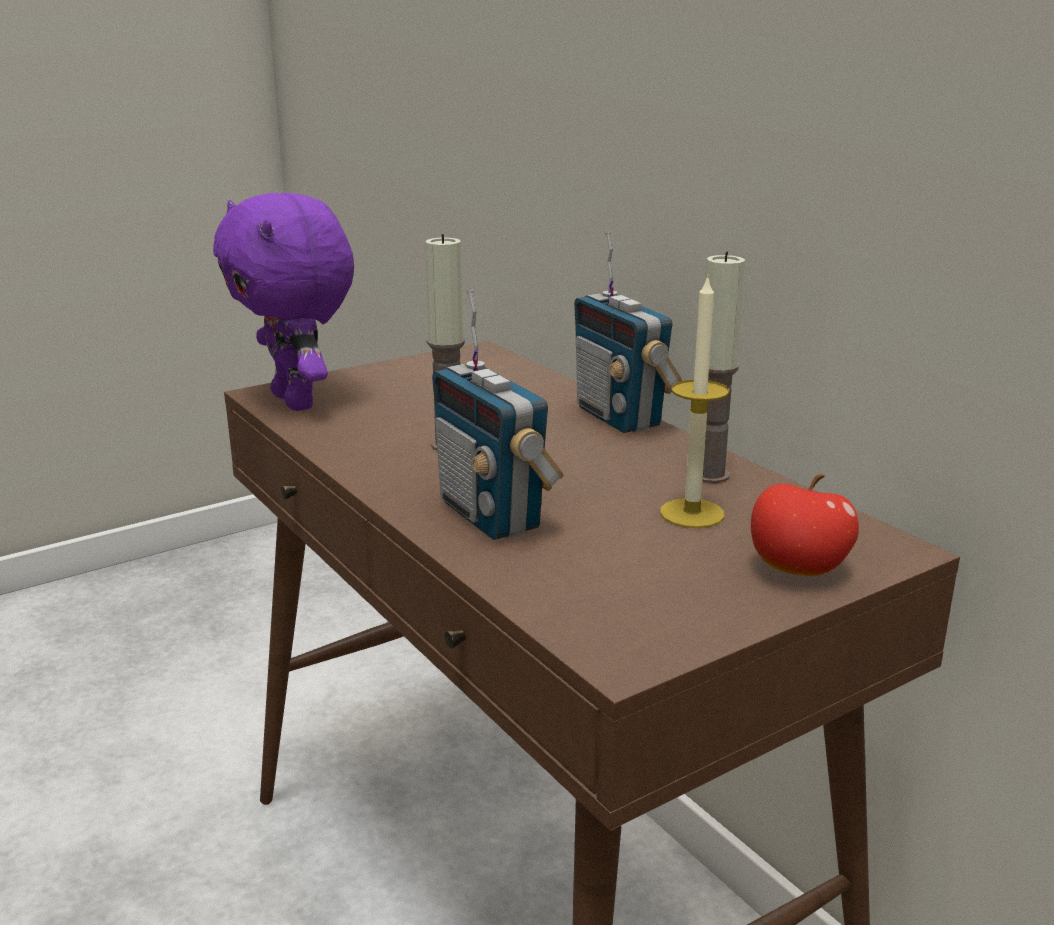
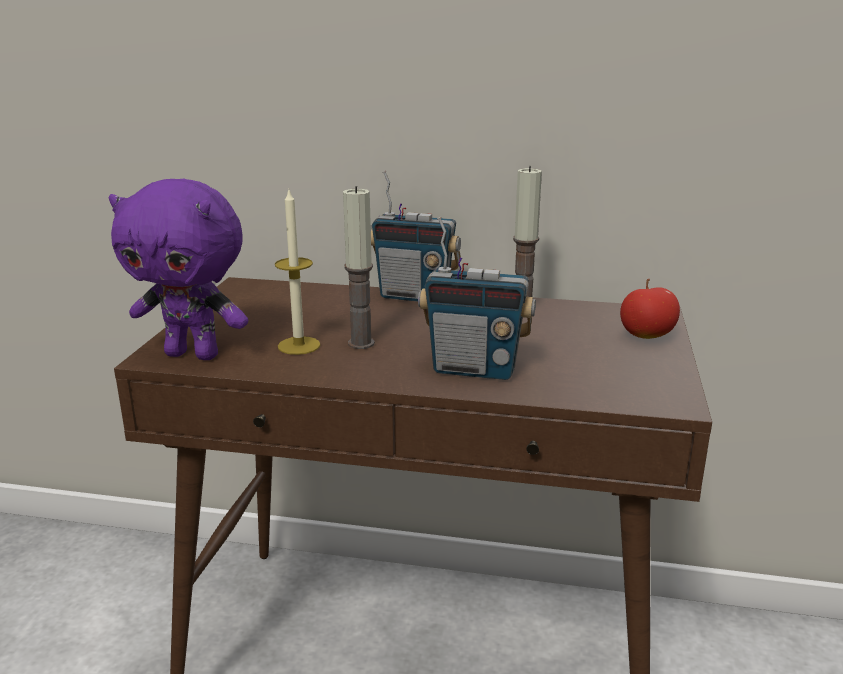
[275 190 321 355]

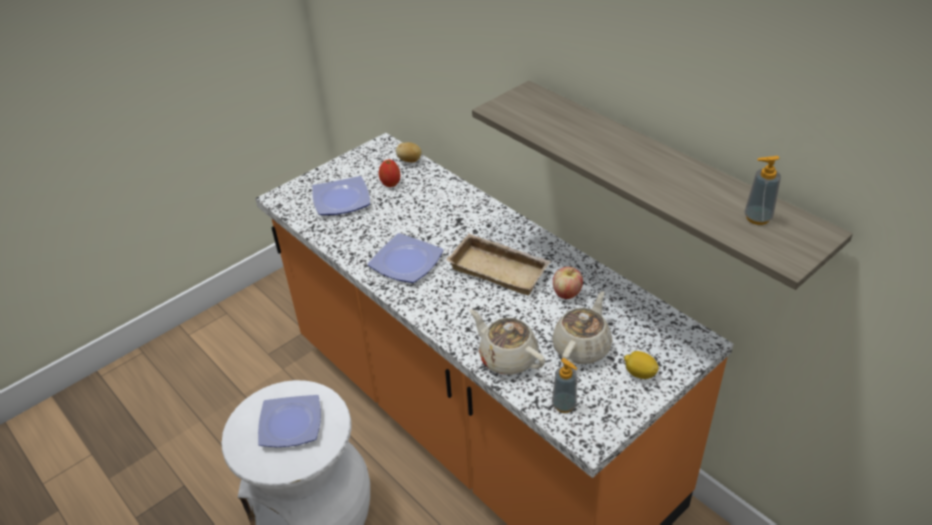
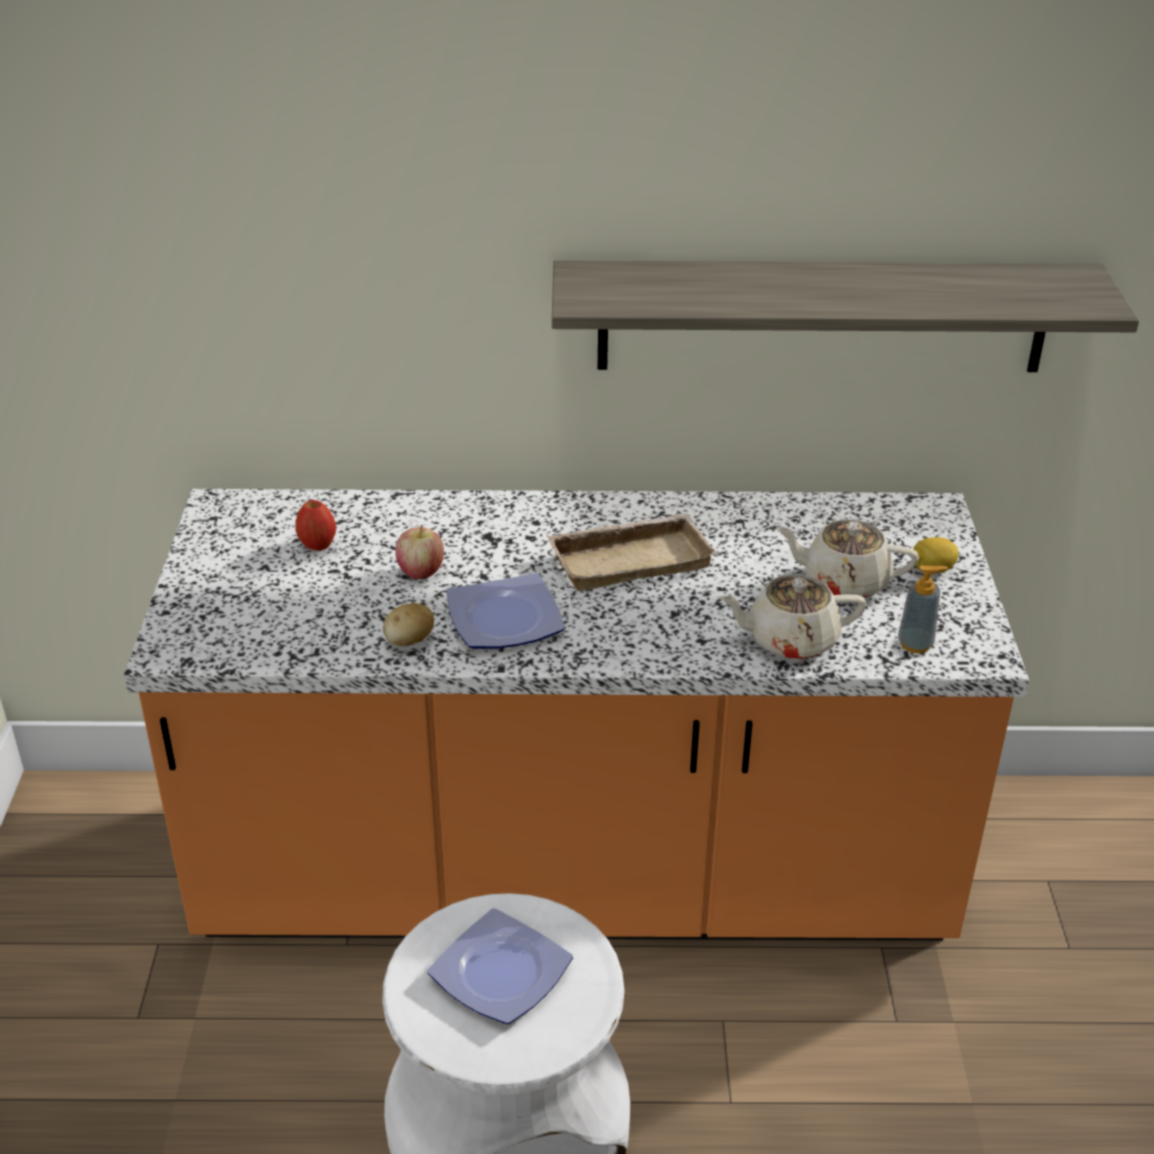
[312 176 370 215] (first image)
[383 603 434 646]
[776 519 919 598]
[395 525 444 579]
[744 156 781 225] (first image)

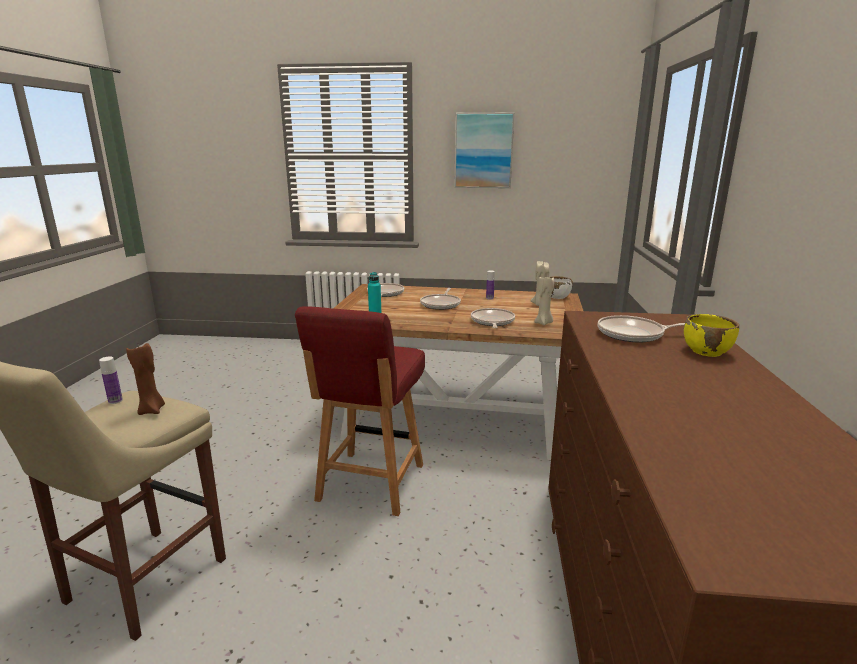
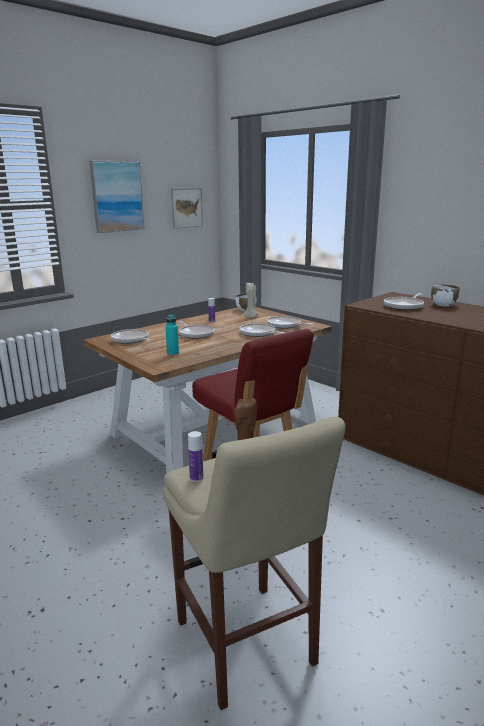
[267 316 314 329]
[431 284 460 307]
[171 188 203 229]

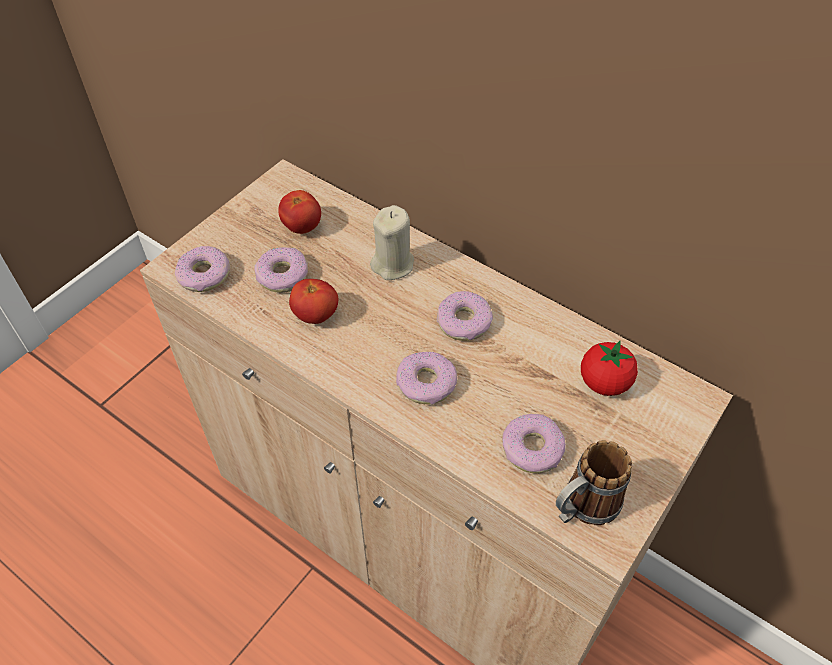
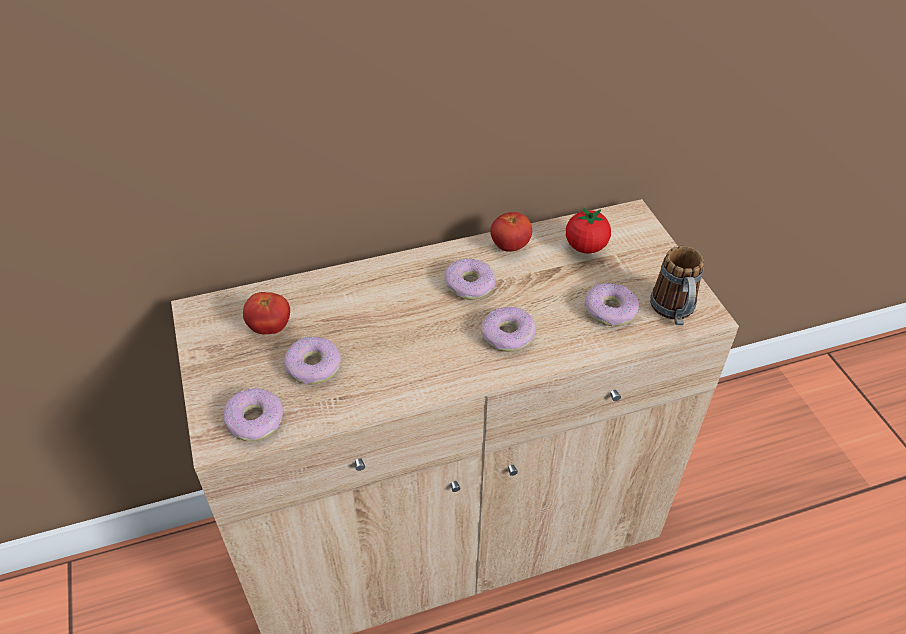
[490 212 532 252]
[370 205 414 280] (first image)

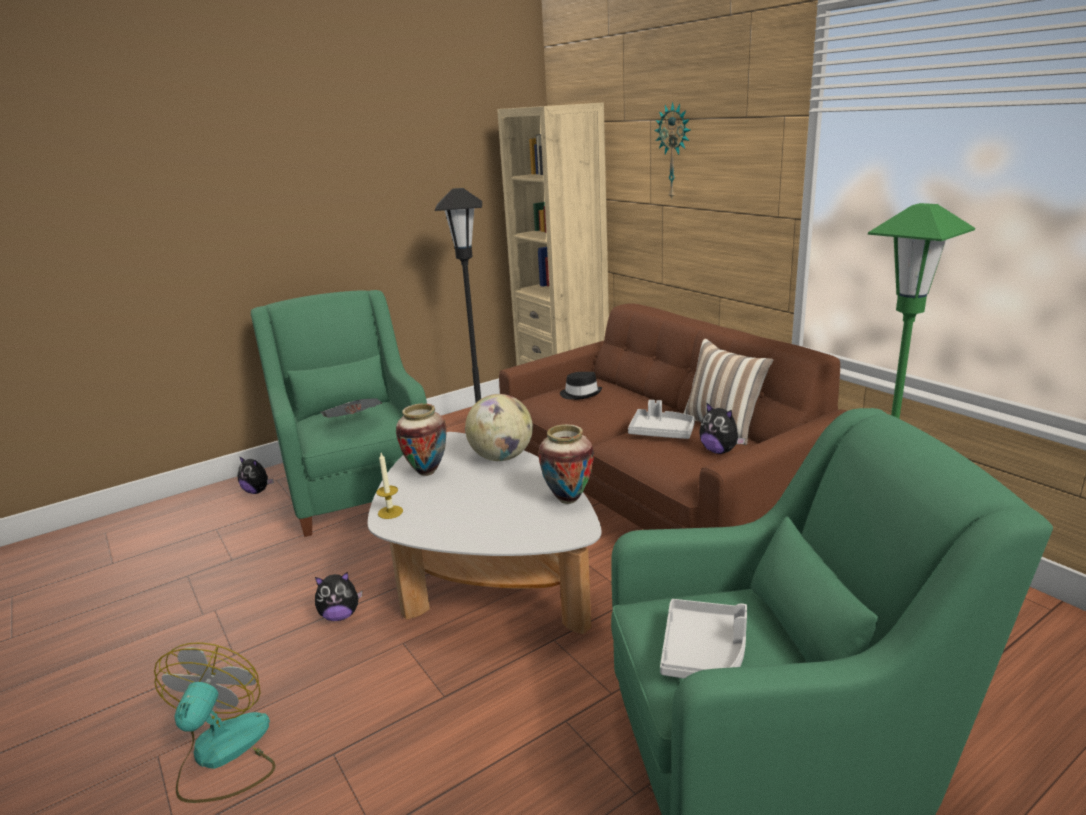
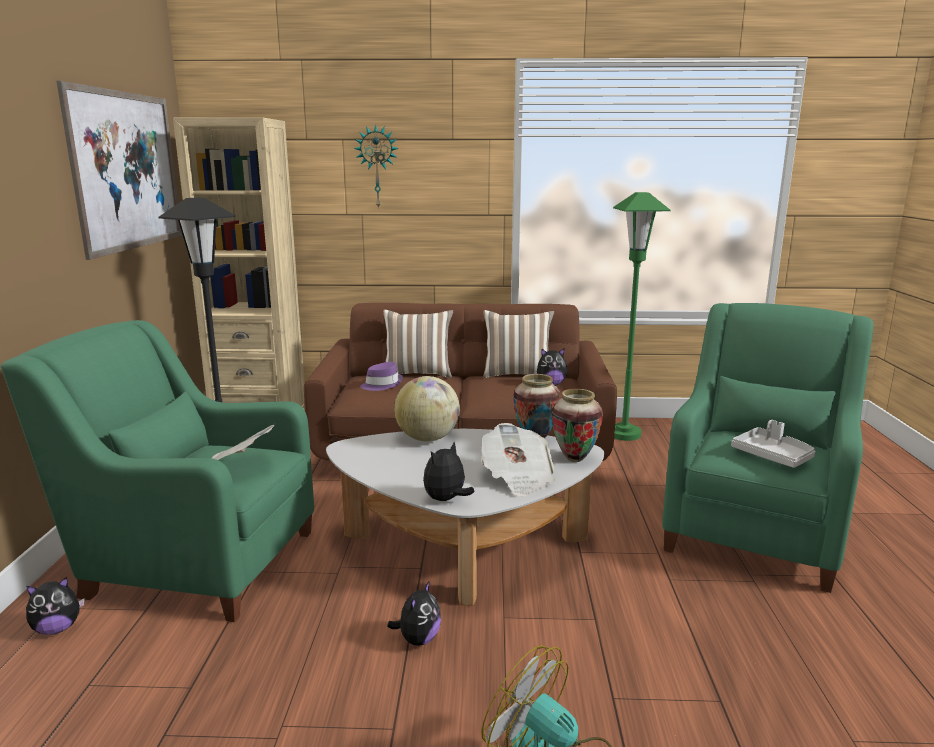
[423 441 474 501]
[552 389 603 462]
[360 362 403 391]
[628 400 695 439] (first image)
[56 81 182 260]
[383 309 453 378]
[481 423 555 497]

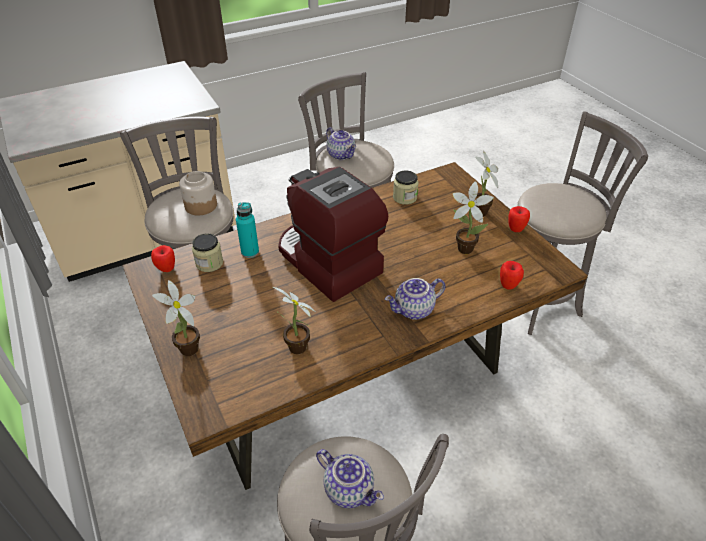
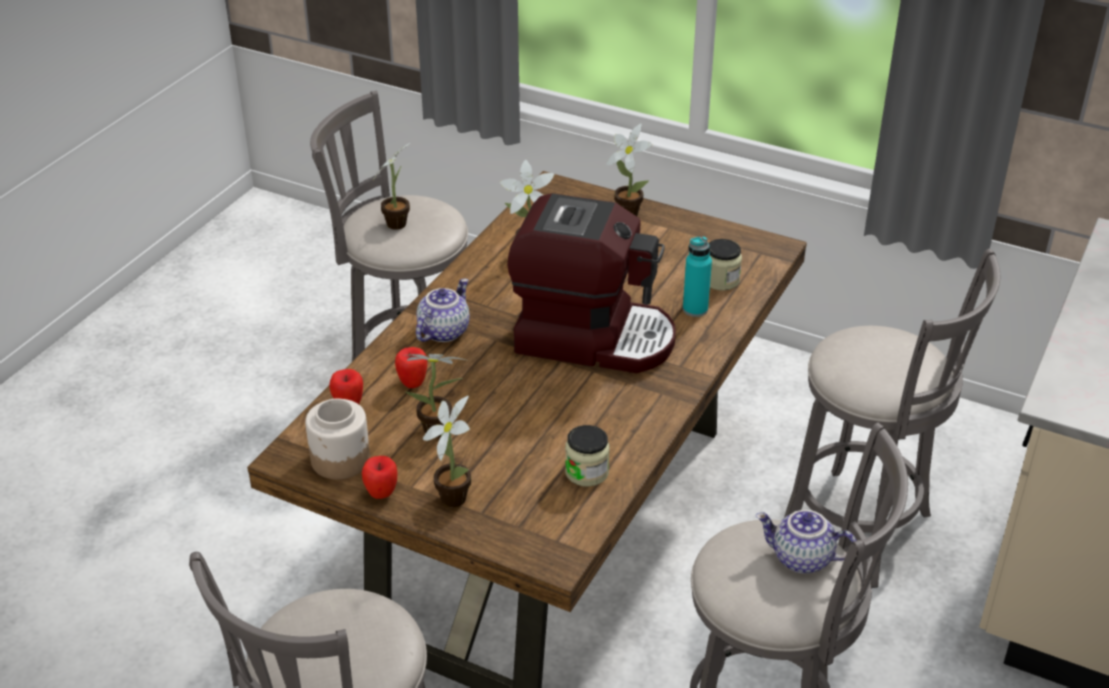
[395 347 427 388]
[305 399 370 479]
[373 143 410 230]

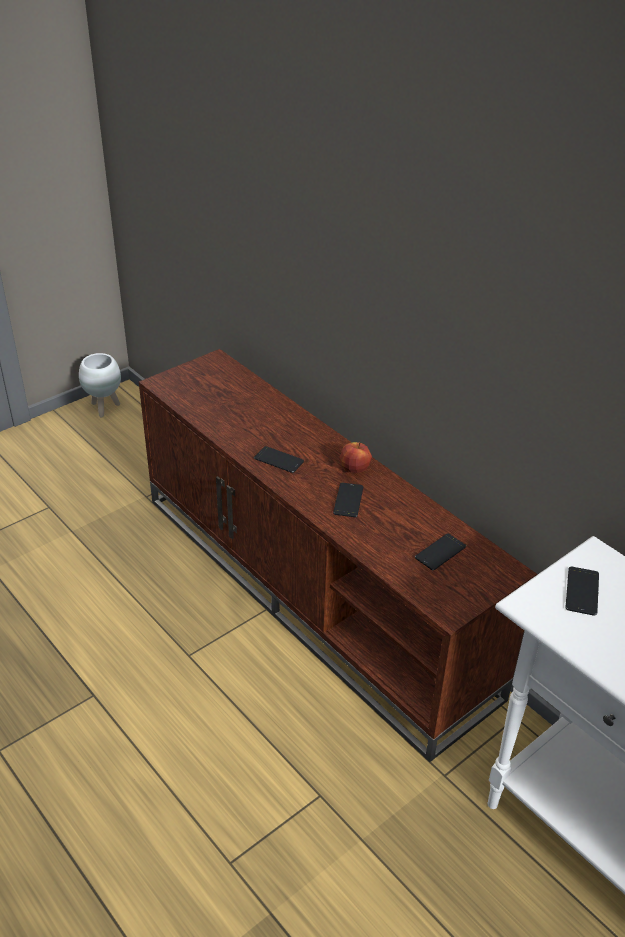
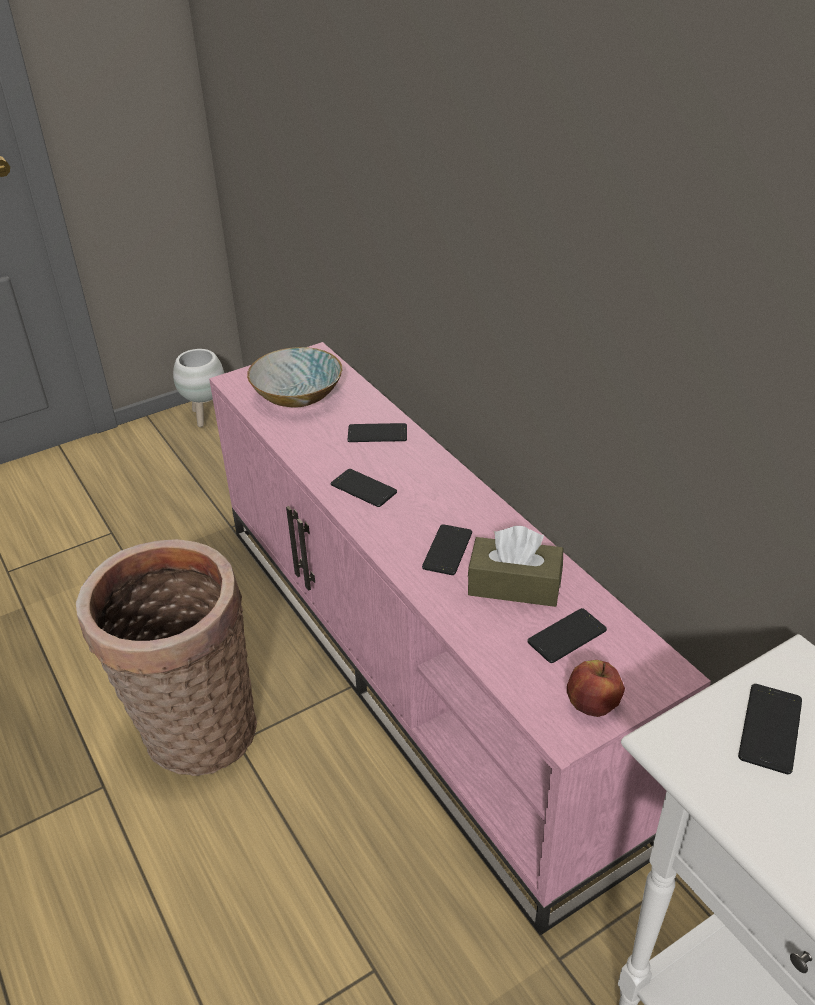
[209 342 711 935]
[567 660 625 717]
[76 539 257 776]
[247 347 342 408]
[348 423 407 442]
[468 526 563 607]

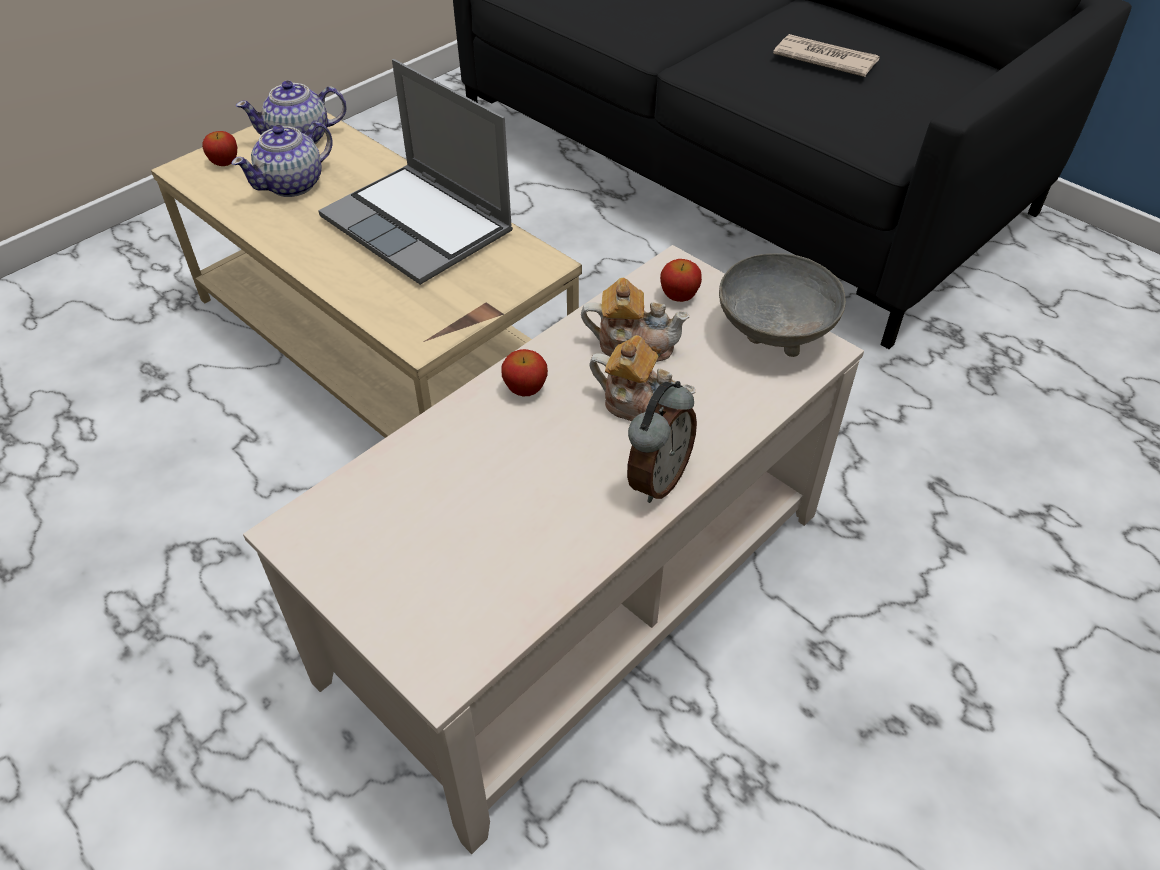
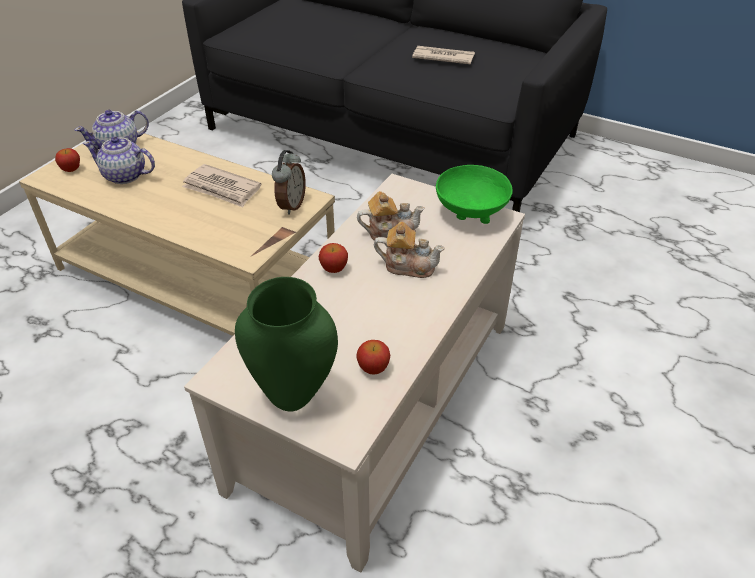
[83 137 155 184]
[182 164 261 207]
[272 150 306 215]
[356 340 390 374]
[436 165 513 224]
[235 277 338 412]

